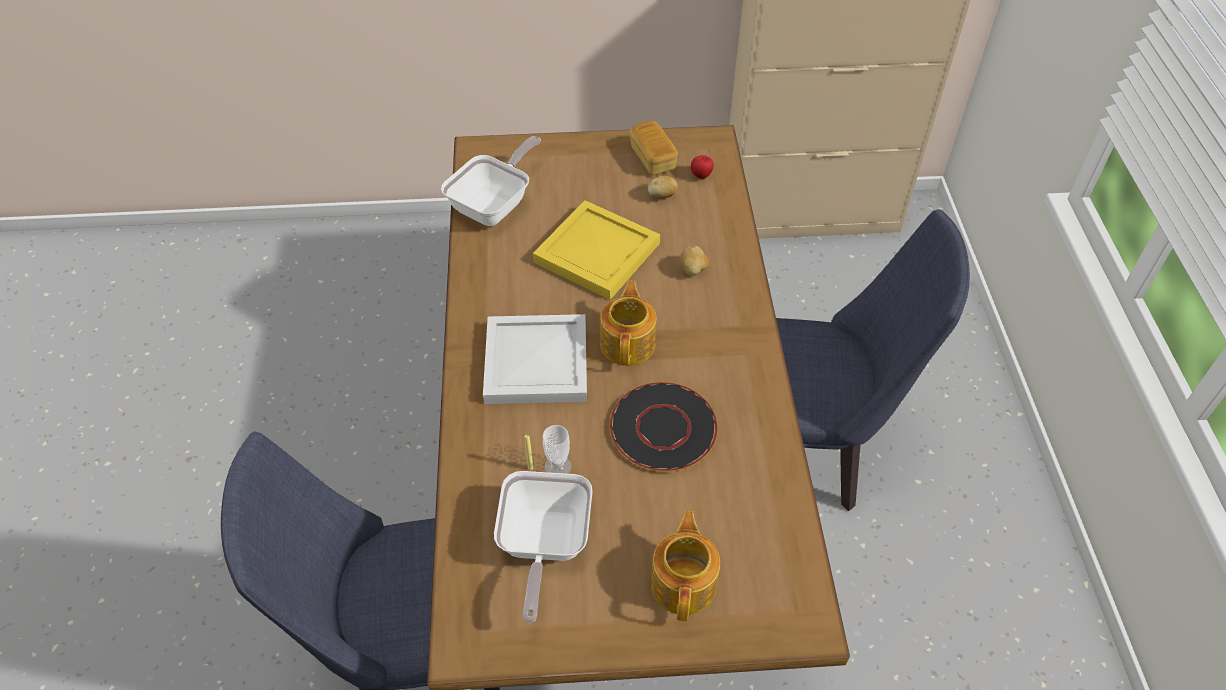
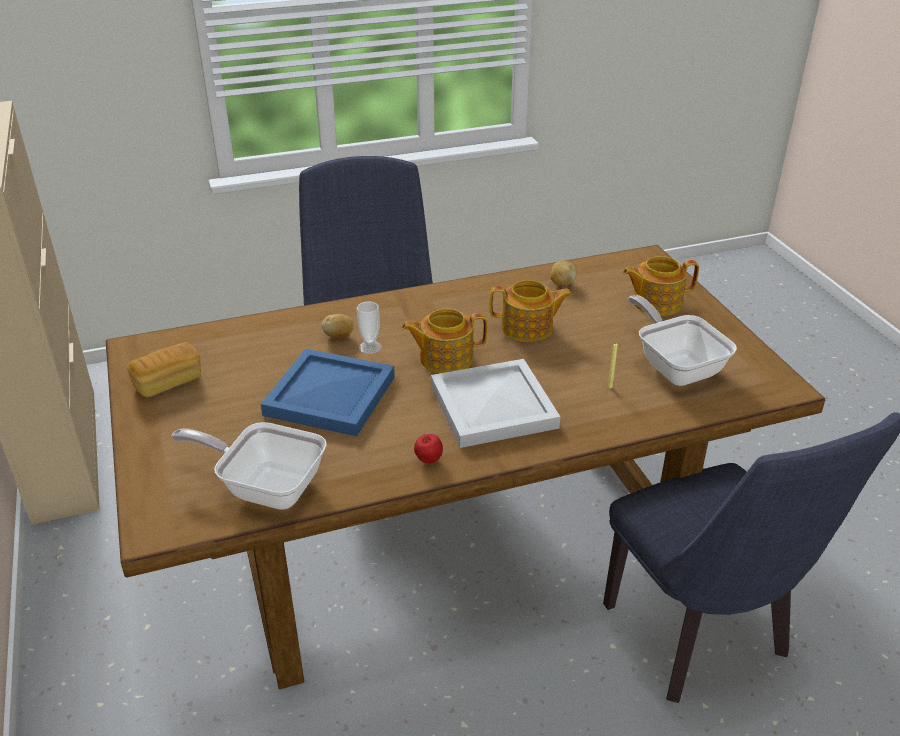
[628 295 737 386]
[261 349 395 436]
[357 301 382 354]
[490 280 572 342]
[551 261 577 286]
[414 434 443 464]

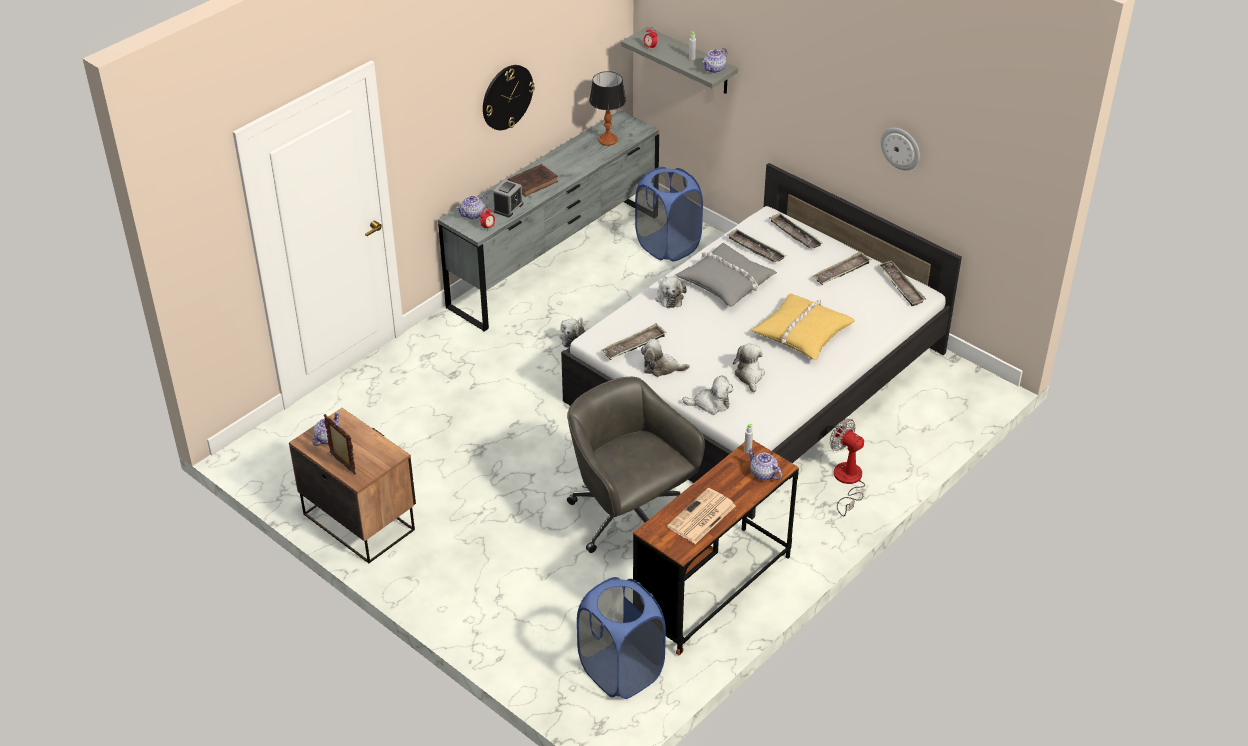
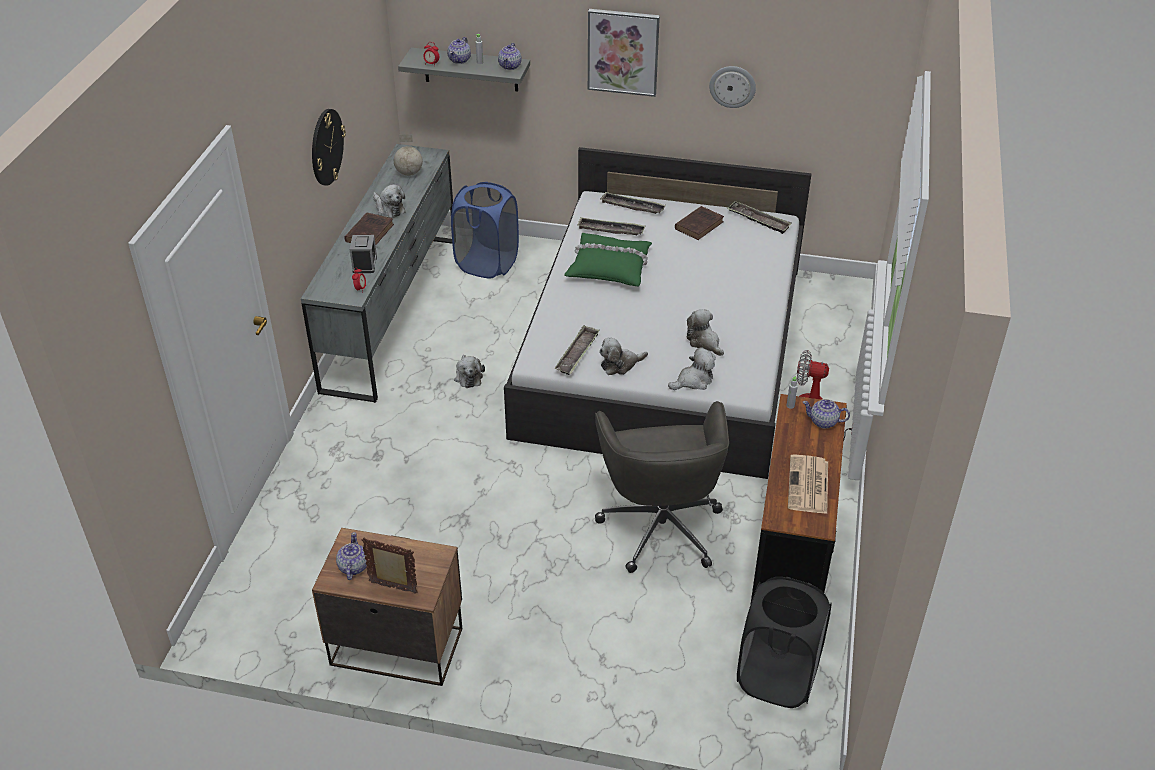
[448 37 471 64]
[595 401 729 573]
[737 577 832 708]
[394 134 423 176]
[373 184 405 218]
[564 233 652 286]
[751 293 855 360] (first image)
[675 206 724 240]
[588 9 660 97]

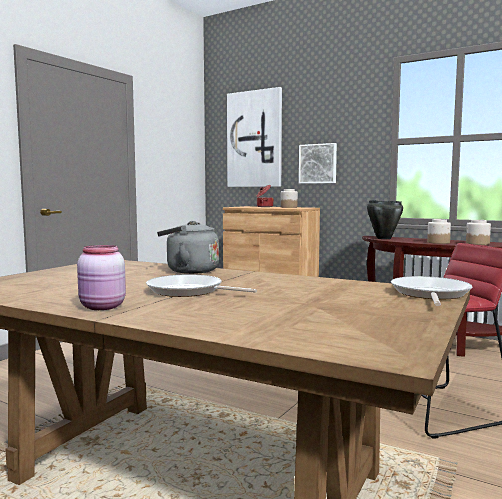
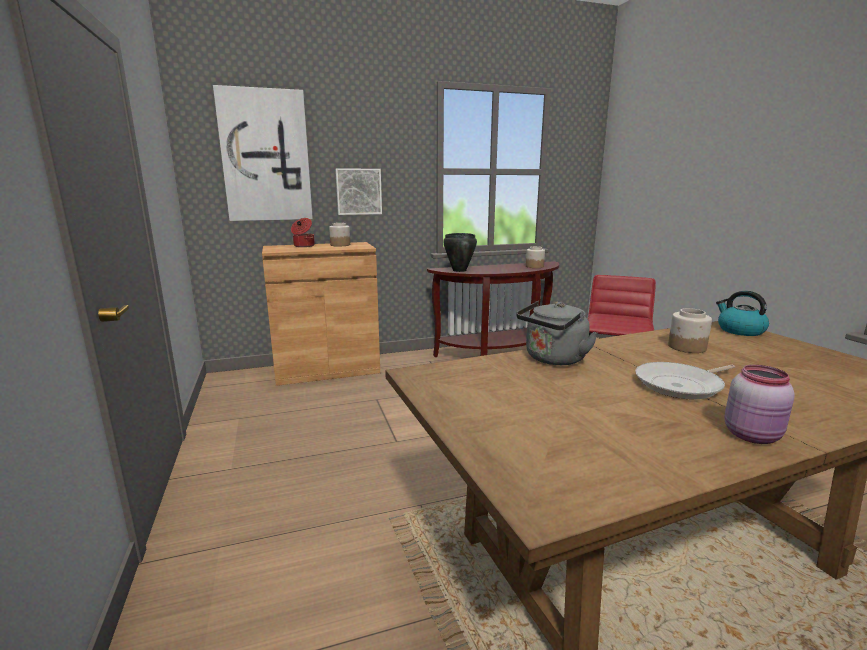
[716 291 769 336]
[668 308 712 353]

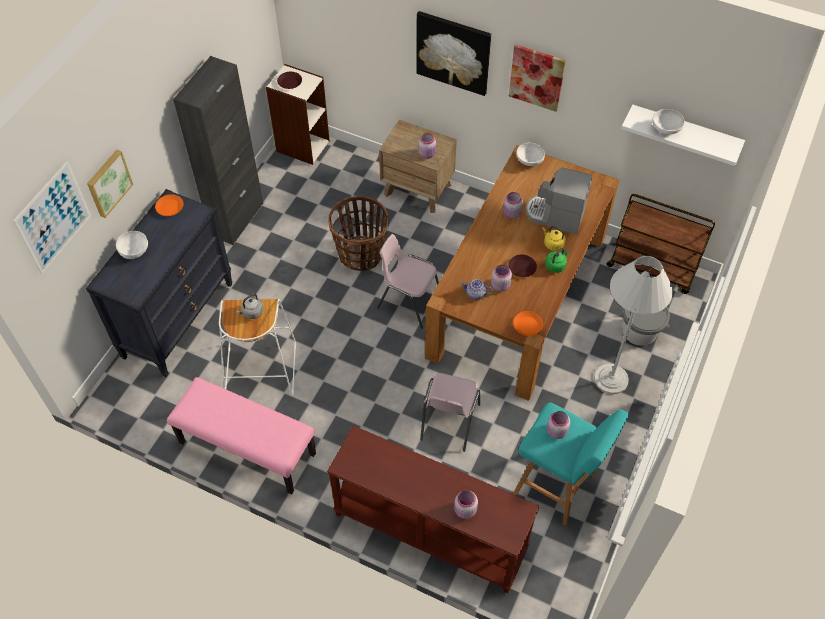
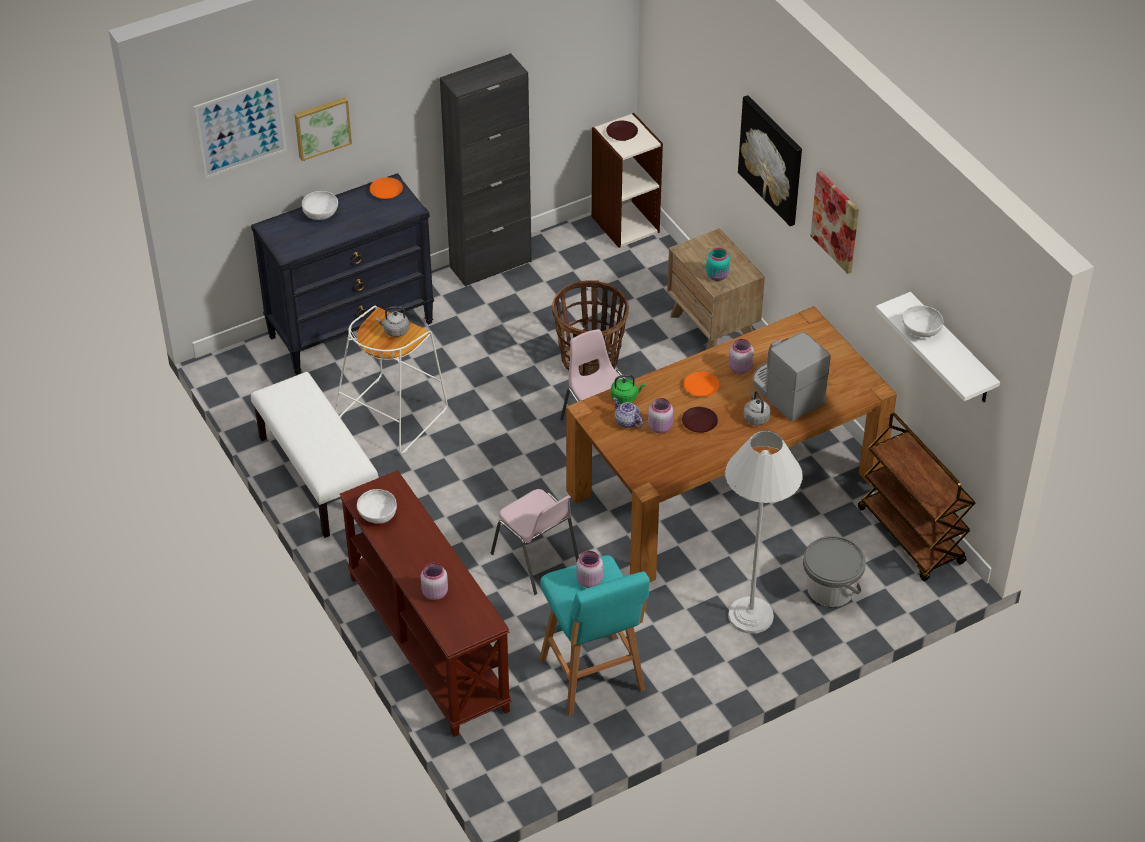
[251 372 379 538]
[706 248 730 281]
[491 489 579 595]
[684 372 719 397]
[357 489 397 524]
[743 391 771 426]
[611 374 645 404]

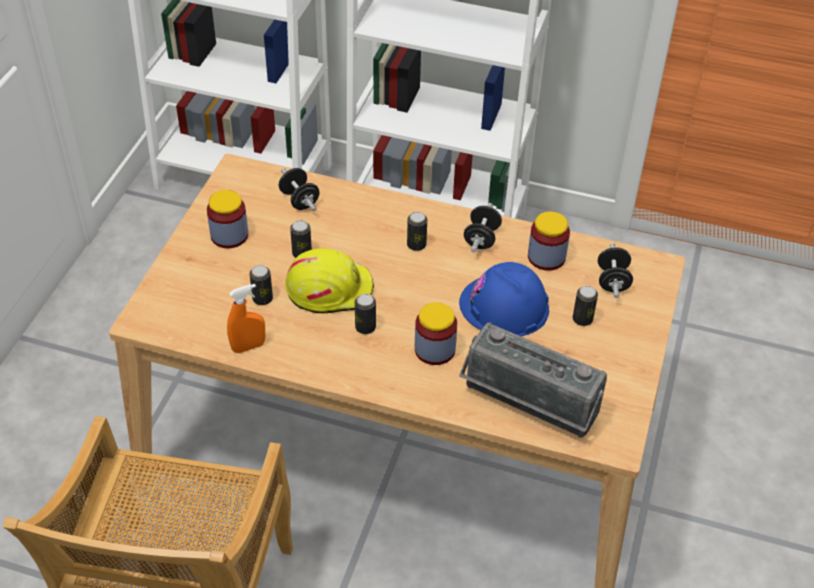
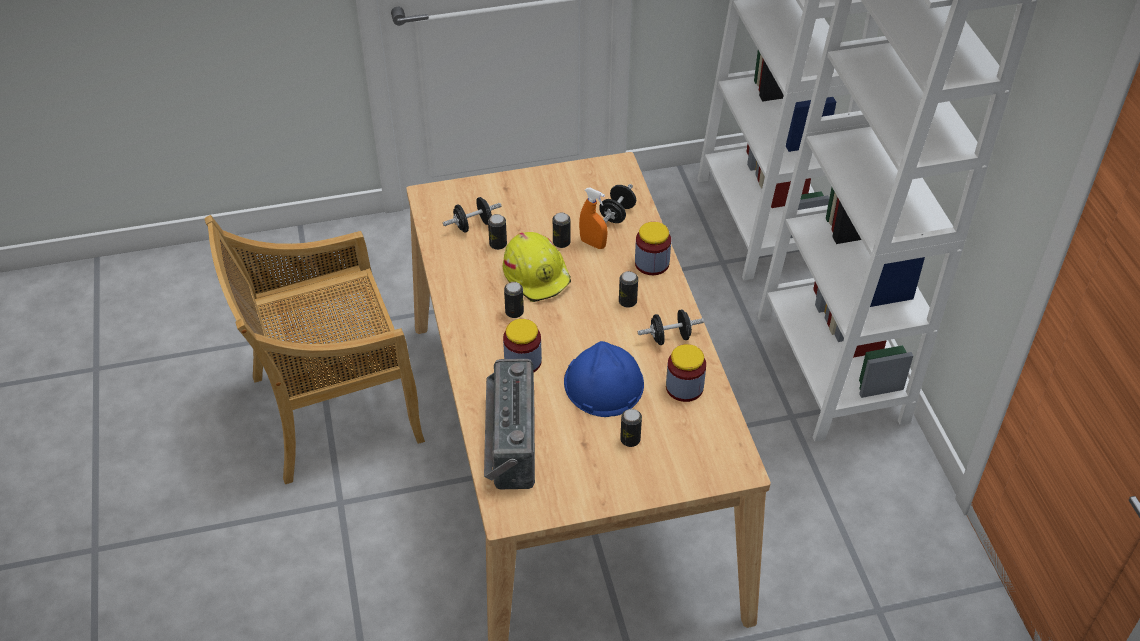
[635 222 671 275]
[579 187 607 249]
[443 197 502 232]

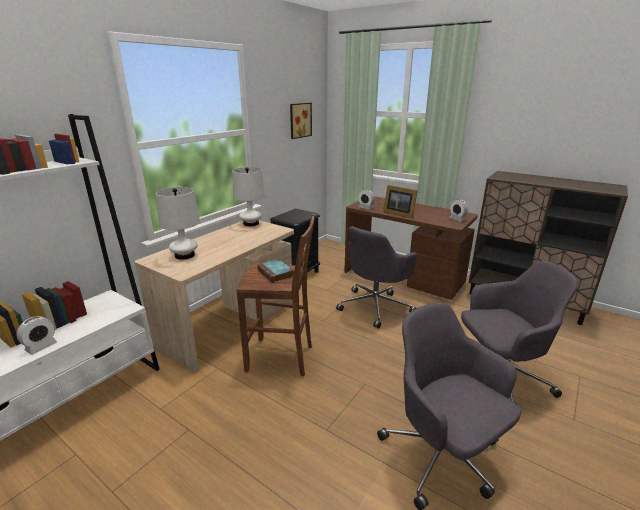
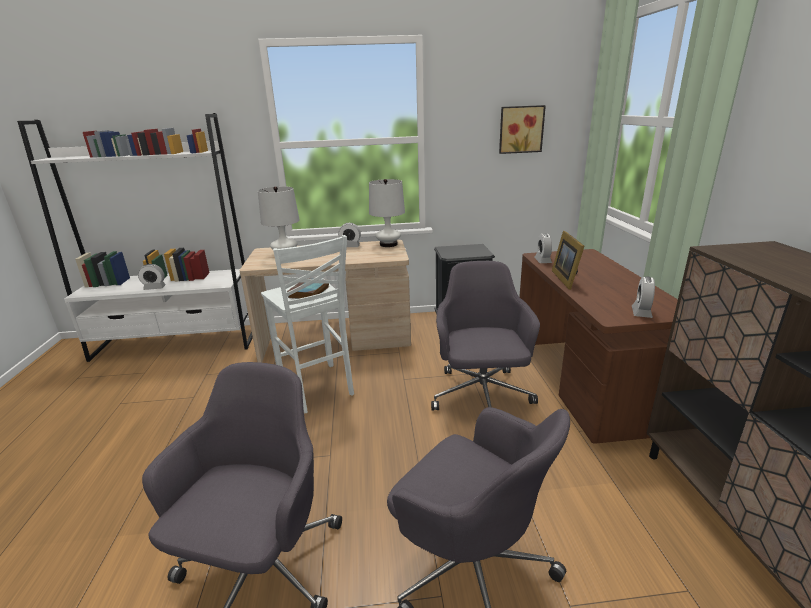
[261 235 354 413]
[431 261 540 410]
[338 223 361 247]

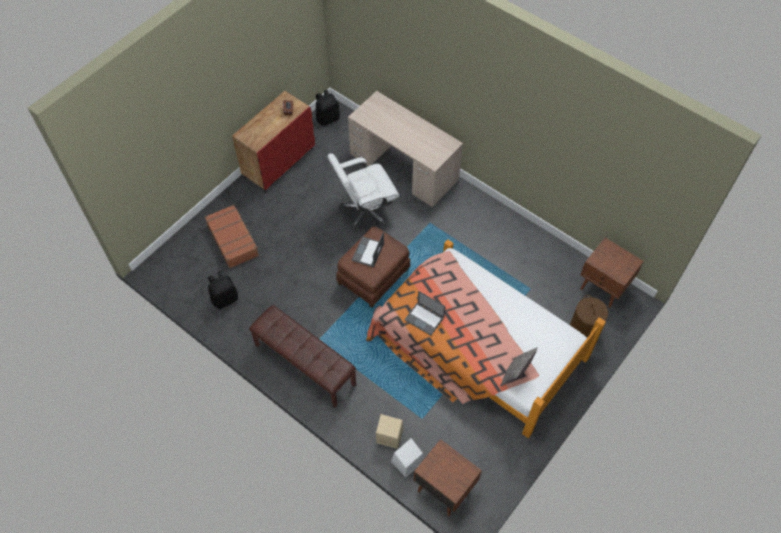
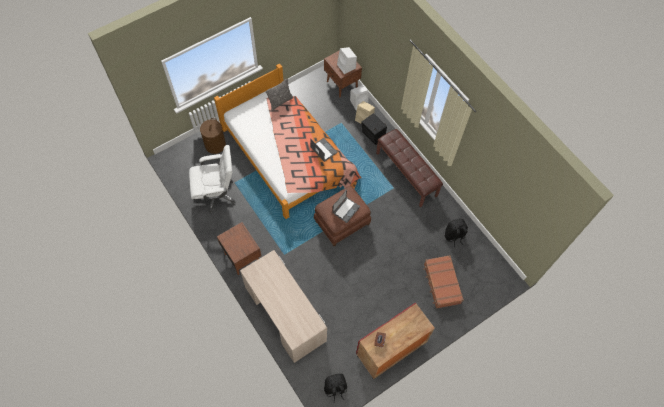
[189 145 235 214]
[217 222 261 275]
[337 47 357 74]
[361 113 387 145]

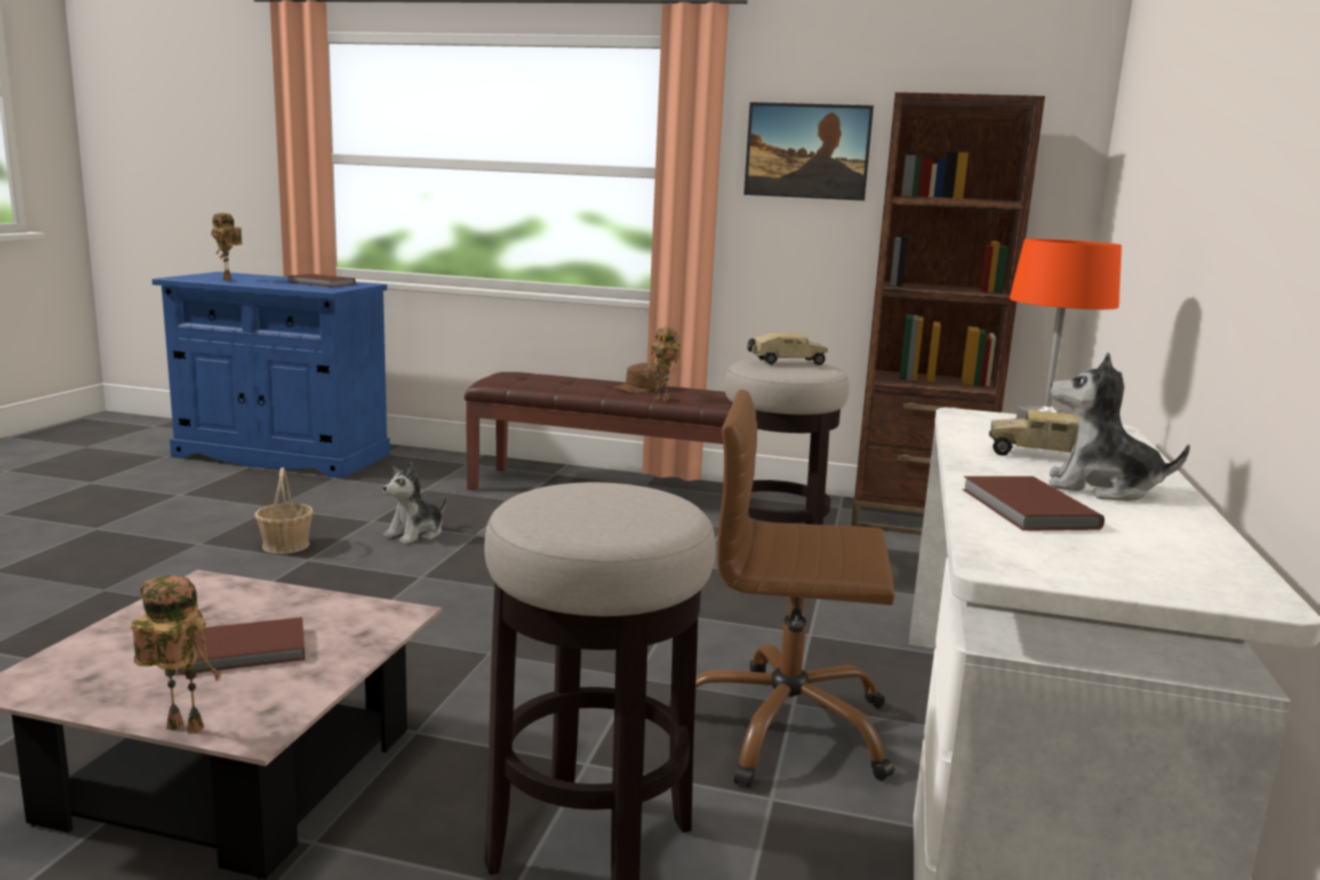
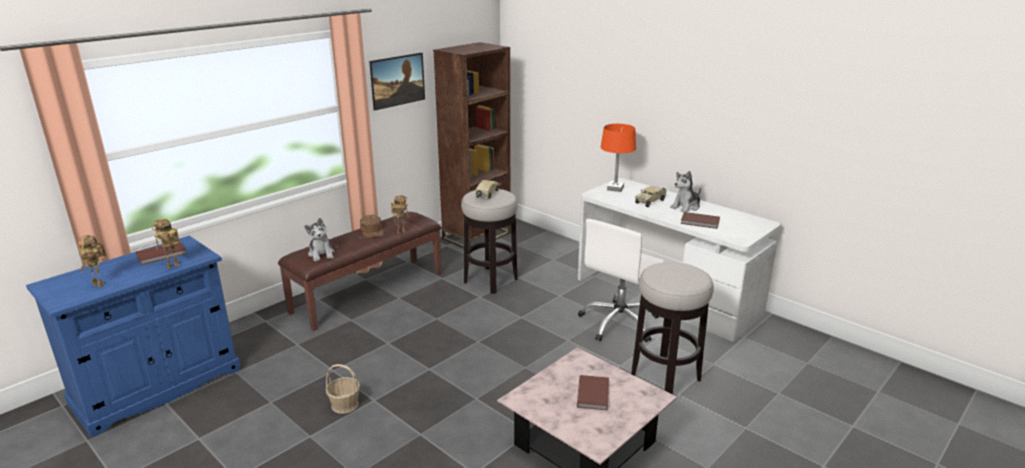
[152 219 180 268]
[304 218 335 261]
[578 219 664 342]

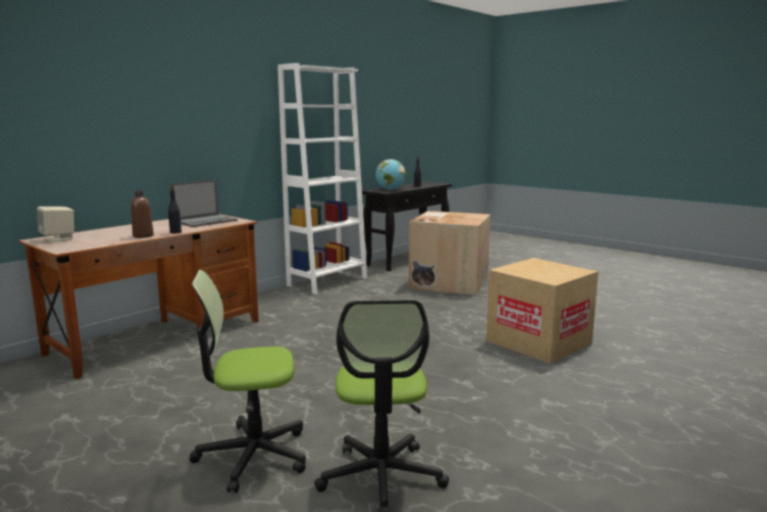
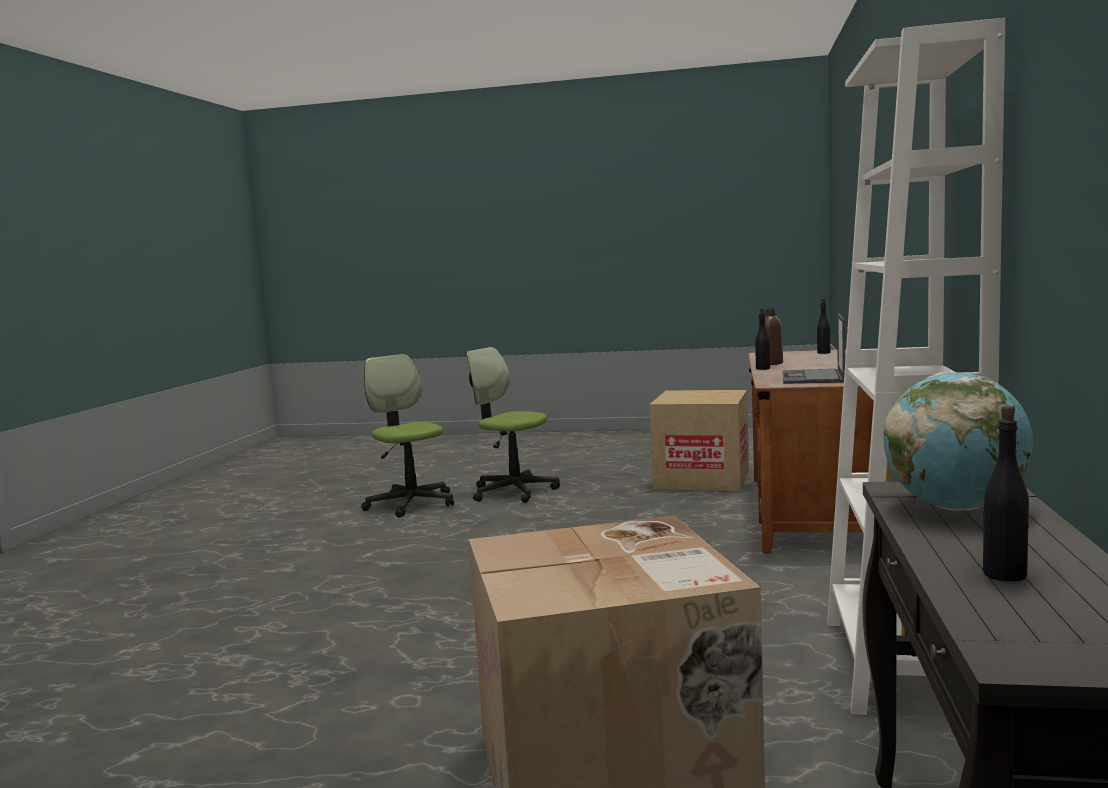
[817 298 830 354]
[466 347 560 503]
[649 390 749 491]

